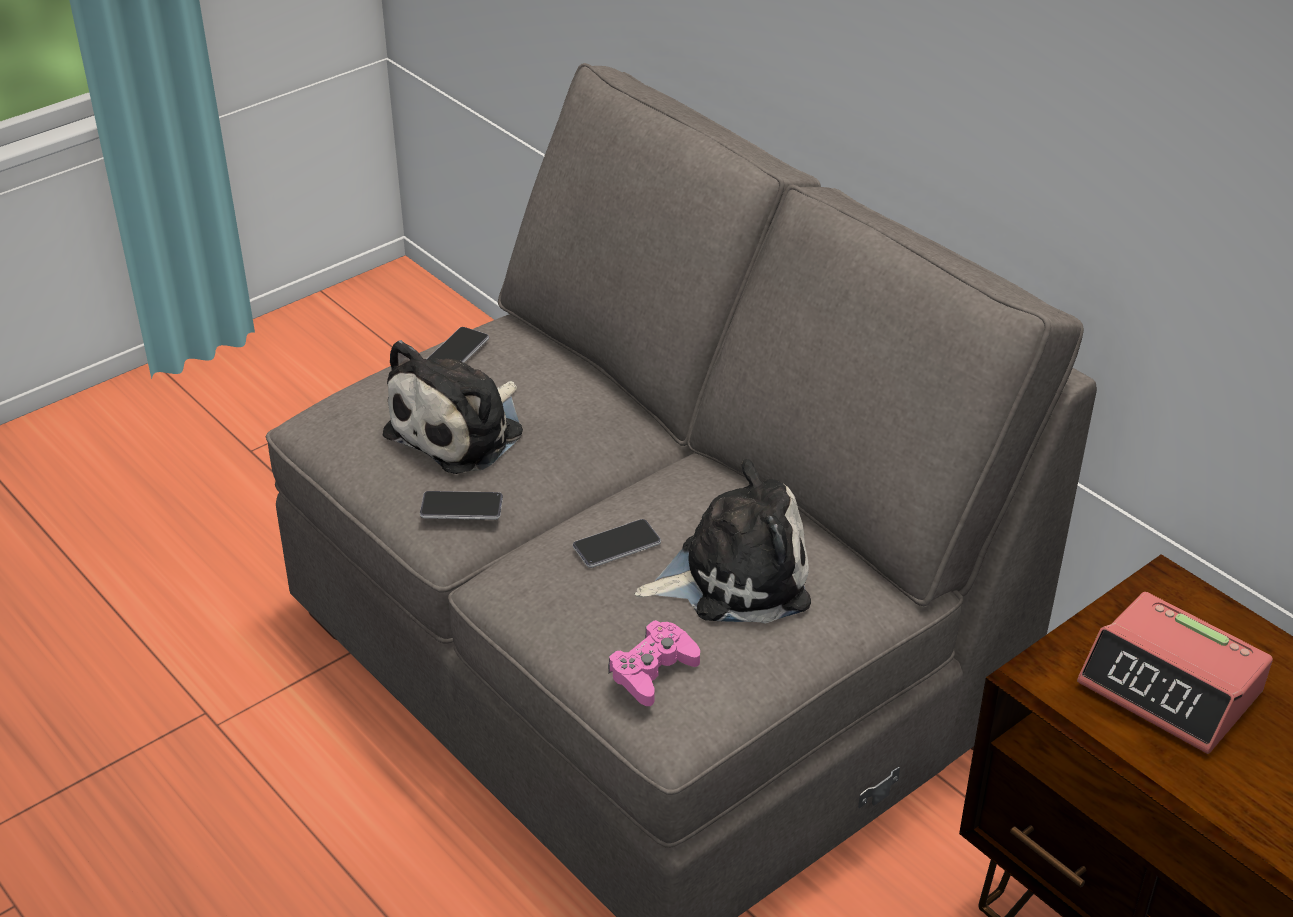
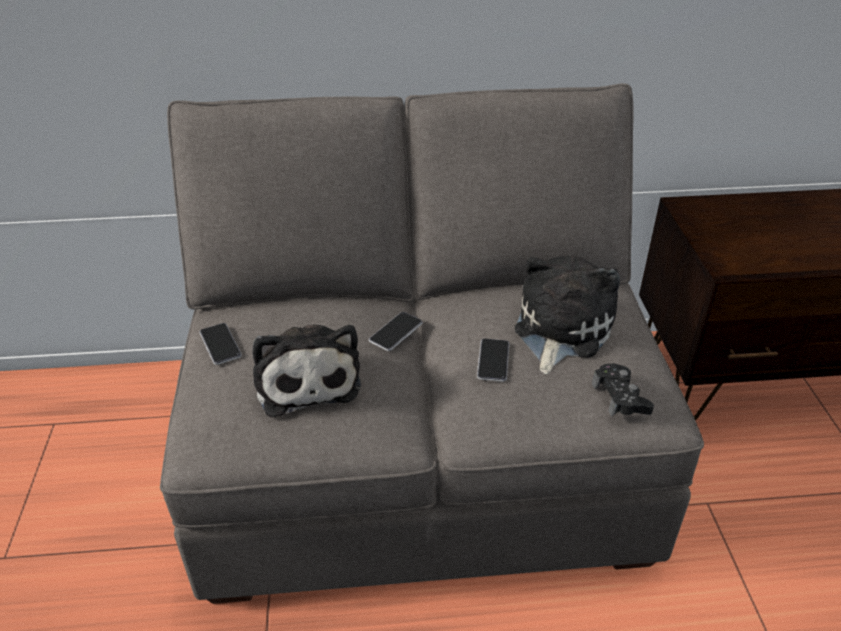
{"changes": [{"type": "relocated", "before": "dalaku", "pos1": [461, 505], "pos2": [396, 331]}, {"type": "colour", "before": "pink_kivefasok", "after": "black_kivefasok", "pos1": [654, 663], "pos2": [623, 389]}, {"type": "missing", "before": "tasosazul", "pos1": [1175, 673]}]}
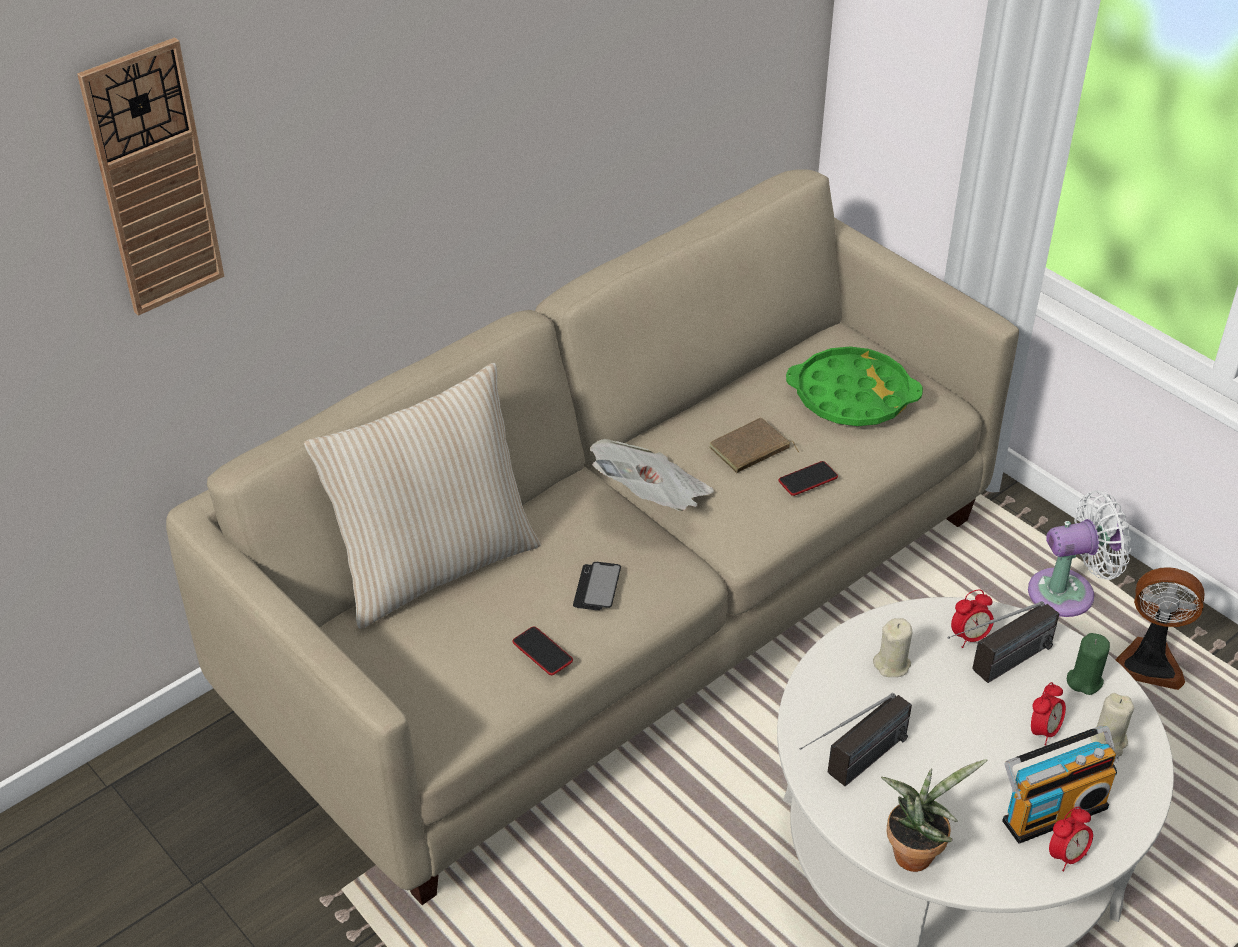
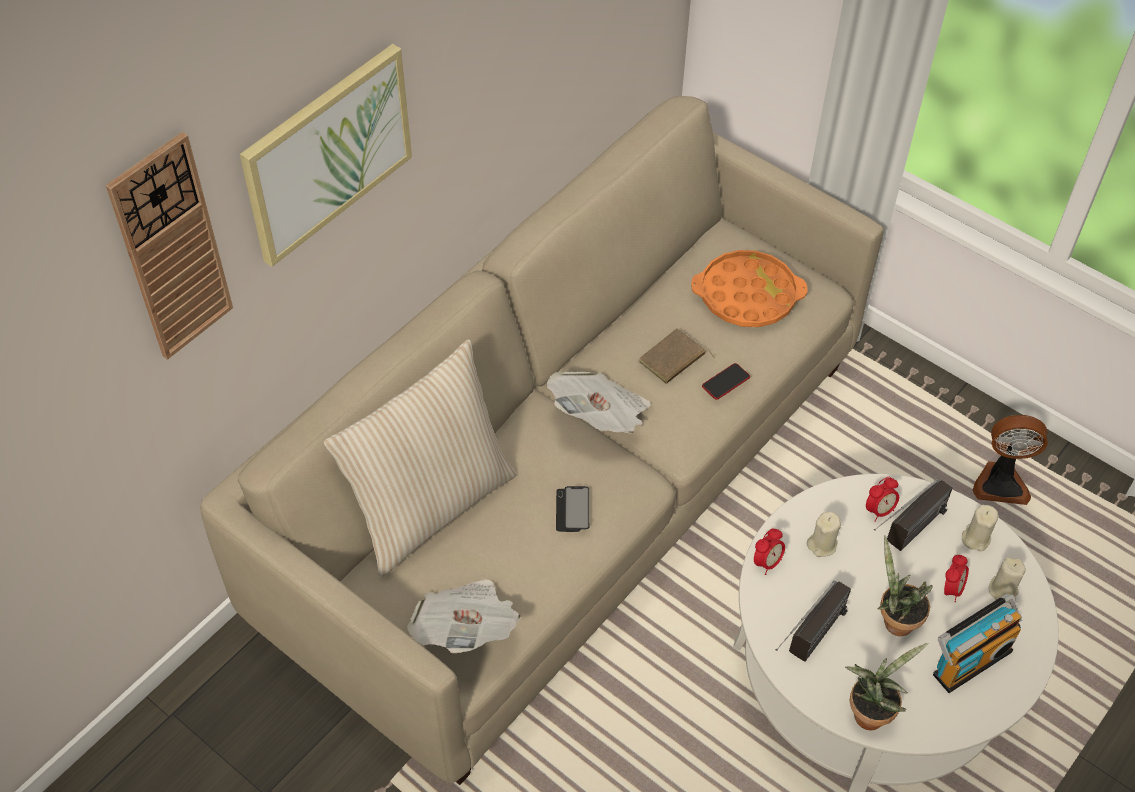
{"changes": [{"type": "missing", "before": "dalaku", "pos1": [542, 650]}, {"type": "colour", "before": "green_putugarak", "after": "orange_putugarak", "pos1": [854, 386], "pos2": [749, 288]}, {"type": "missing", "before": "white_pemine", "pos1": [1079, 553]}, {"type": "relocated", "before": "tasosazul", "pos1": [1071, 839], "pos2": [769, 551]}, {"type": "colour", "before": "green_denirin", "after": "beige_denirin", "pos1": [1088, 664], "pos2": [980, 528]}, {"type": "appeared", "after": "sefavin", "pos2": [326, 155]}, {"type": "appeared", "after": "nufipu", "pos2": [464, 616]}, {"type": "appeared", "after": "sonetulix", "pos2": [905, 585]}]}
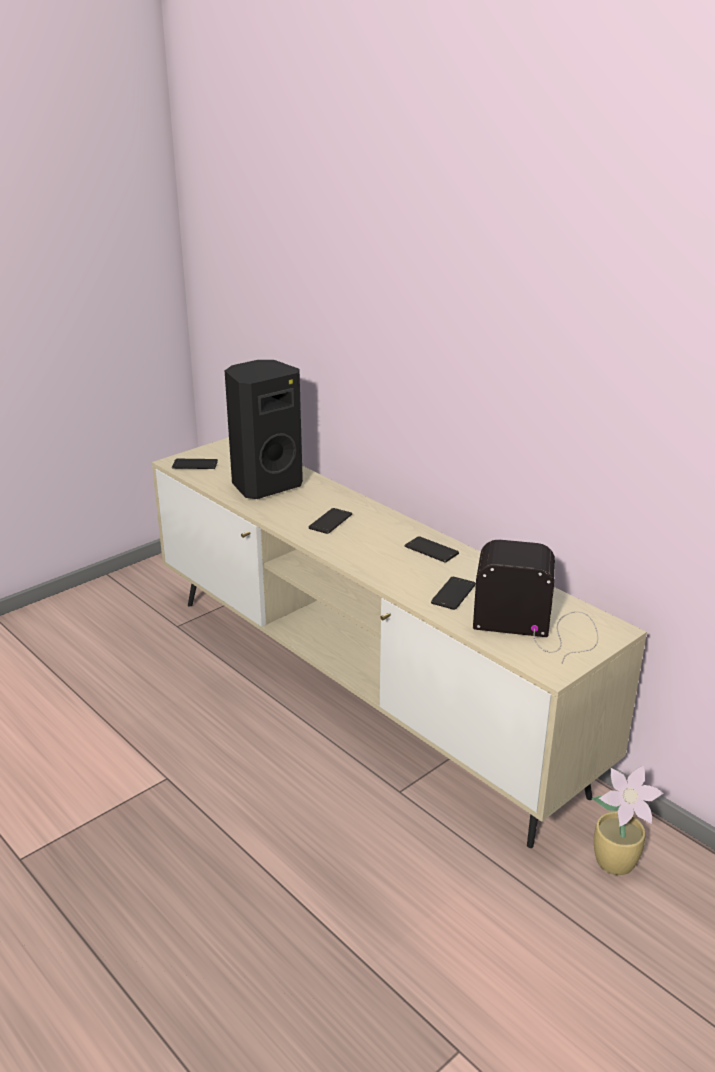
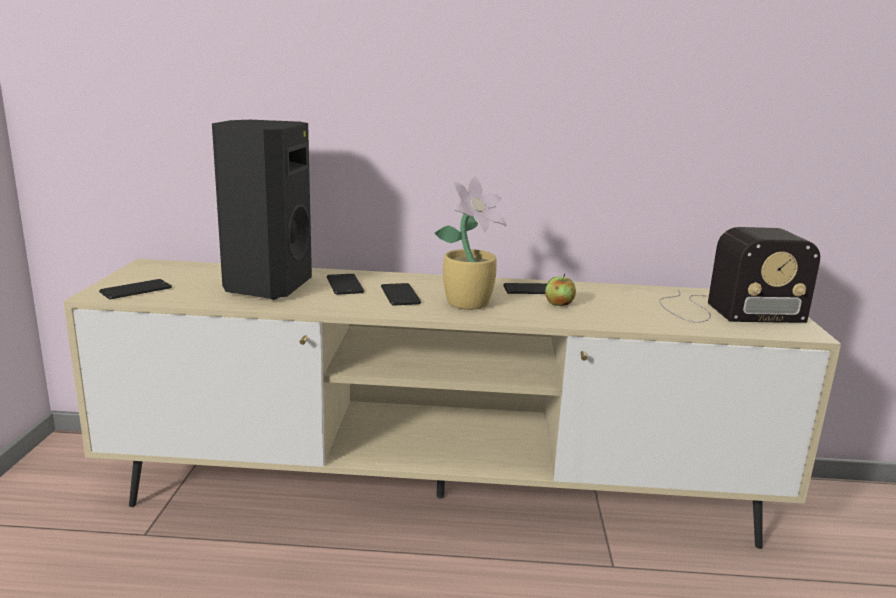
{"changes": [{"type": "relocated", "before": "dalaku", "pos1": [453, 593], "pos2": [345, 284]}, {"type": "spun", "before": "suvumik", "pos1": [535, 602], "pos2": [739, 275], "turn": -150}, {"type": "relocated", "before": "sonetulix", "pos1": [627, 820], "pos2": [470, 243]}, {"type": "appeared", "after": "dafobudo", "pos2": [560, 290]}]}
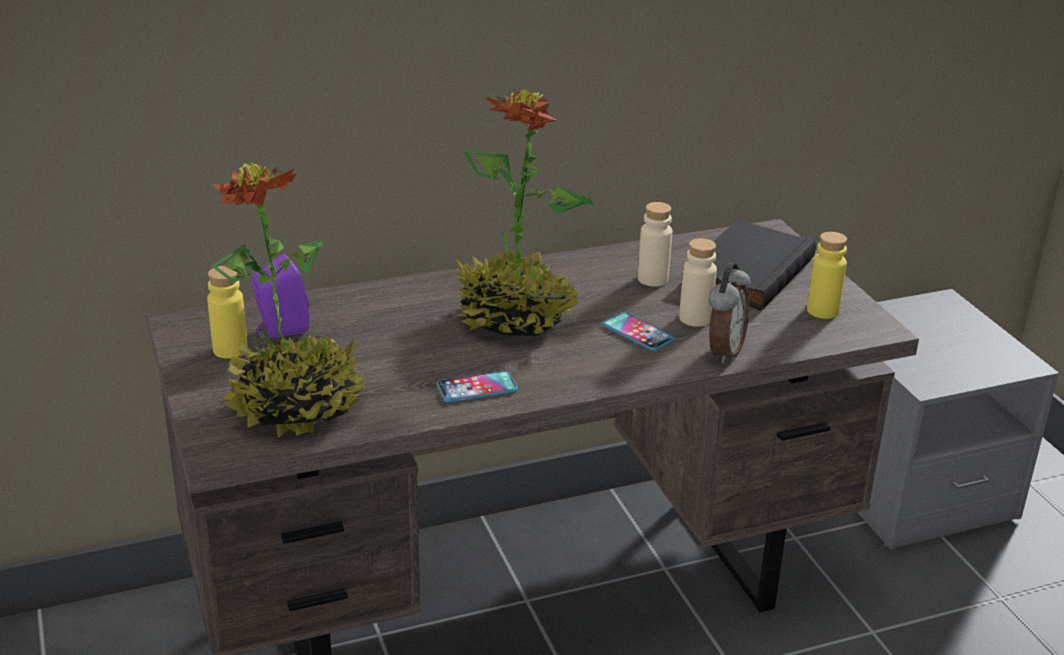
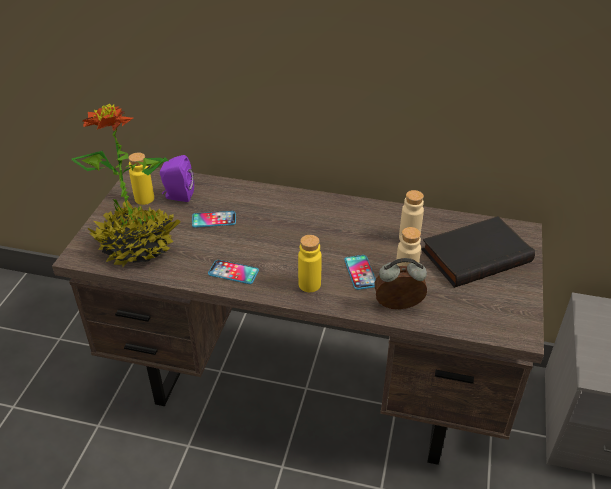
{"changes": [{"type": "missing", "before": "sonetulix", "pos1": [524, 212]}, {"type": "spun", "before": "tasosazul", "pos1": [729, 313], "pos2": [400, 283], "turn": -150}, {"type": "relocated", "before": "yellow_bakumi", "pos1": [827, 275], "pos2": [310, 263]}, {"type": "appeared", "after": "dalaku", "pos2": [214, 219]}]}
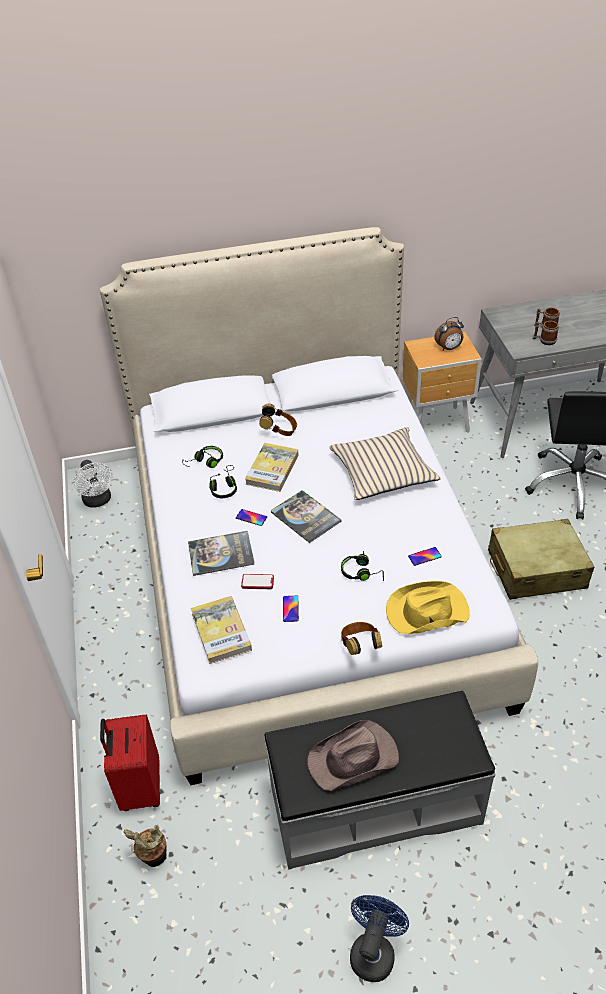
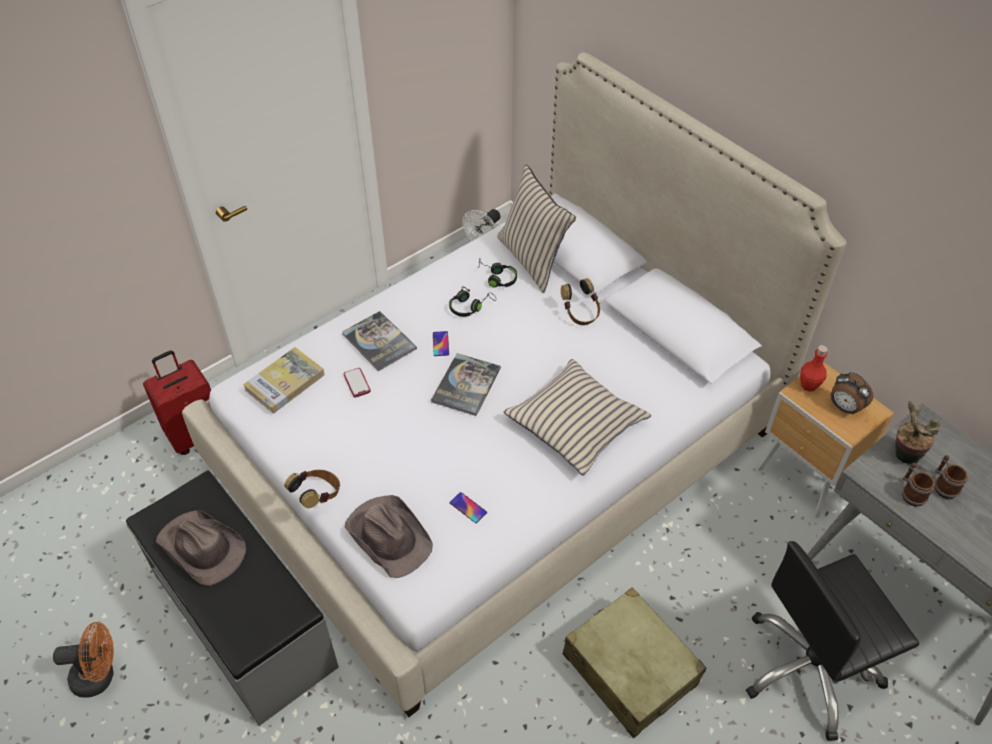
{"changes": [{"type": "relocated", "before": "sonetulix", "pos1": [145, 846], "pos2": [918, 432]}, {"type": "missing", "before": "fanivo", "pos1": [272, 467]}, {"type": "missing", "before": "dalaku", "pos1": [291, 609]}, {"type": "missing", "before": "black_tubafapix", "pos1": [362, 566]}, {"type": "colour", "before": "blue_pemine", "after": "orange_pemine", "pos1": [379, 938], "pos2": [83, 660]}, {"type": "colour", "before": "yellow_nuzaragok", "after": "brown_nuzaragok", "pos1": [428, 607], "pos2": [388, 536]}, {"type": "appeared", "after": "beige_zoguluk", "pos2": [536, 228]}, {"type": "appeared", "after": "red_bakumi", "pos2": [813, 368]}]}
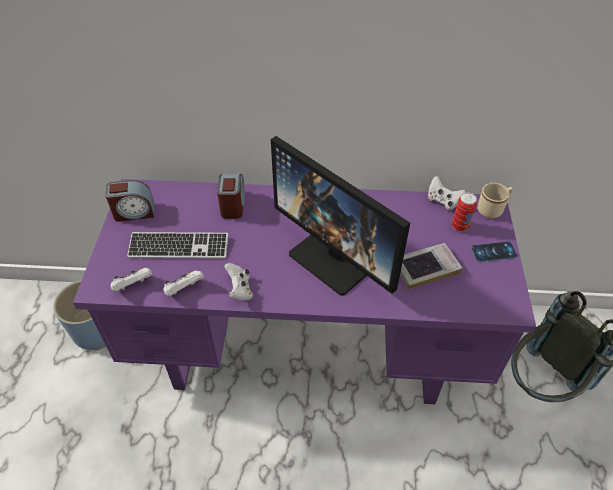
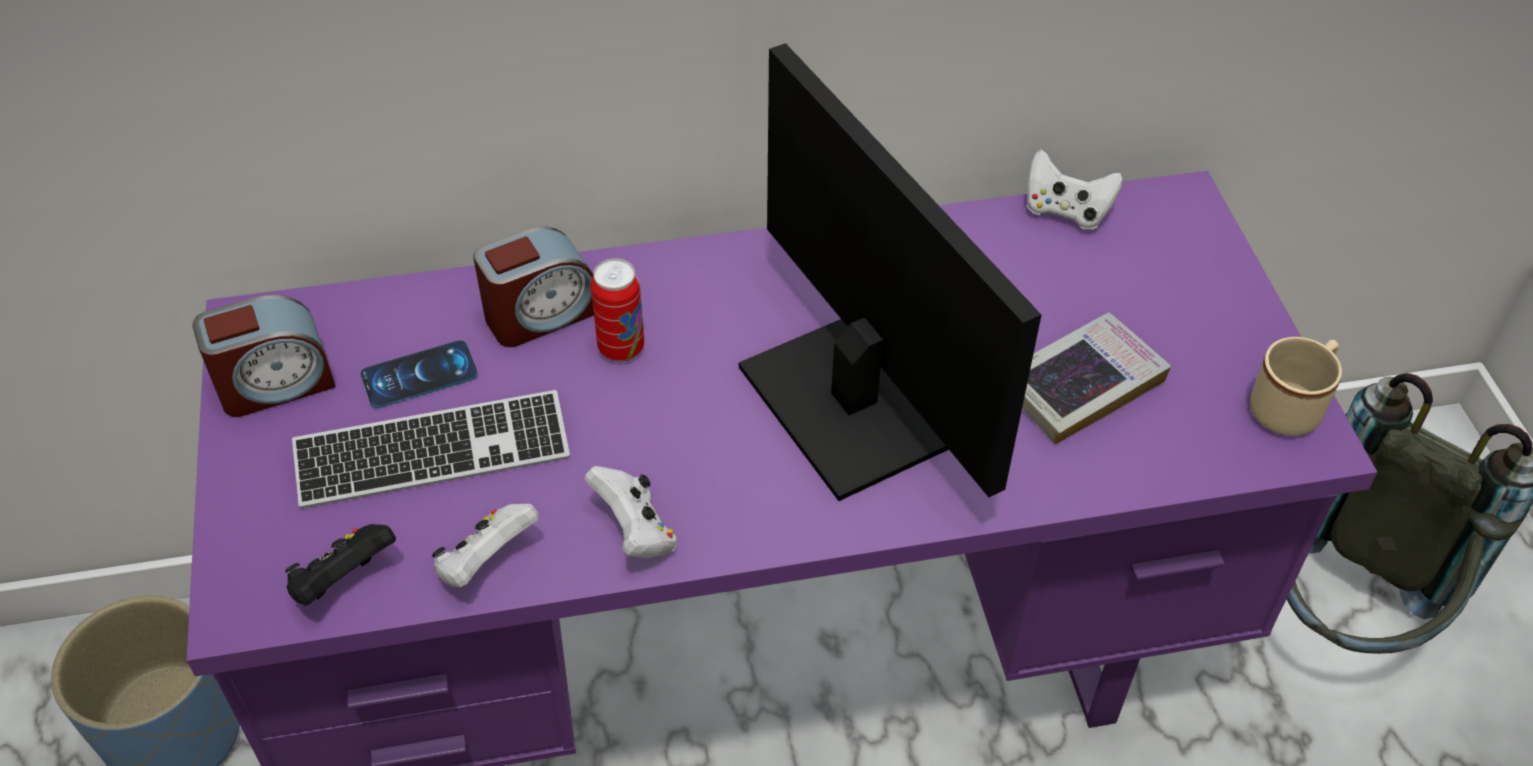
{"changes": [{"type": "colour", "before": "white_kivefasok", "after": "black_kivefasok", "pos1": [131, 280], "pos2": [340, 565]}, {"type": "spun", "before": "tasosazul", "pos1": [231, 196], "pos2": [533, 287], "turn": 75}, {"type": "spun", "before": "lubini", "pos1": [340, 216], "pos2": [890, 272], "turn": -150}, {"type": "relocated", "before": "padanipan", "pos1": [464, 212], "pos2": [617, 310]}, {"type": "relocated", "before": "dalaku", "pos1": [494, 251], "pos2": [419, 374]}, {"type": "relocated", "before": "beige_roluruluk", "pos1": [495, 200], "pos2": [1296, 386]}]}
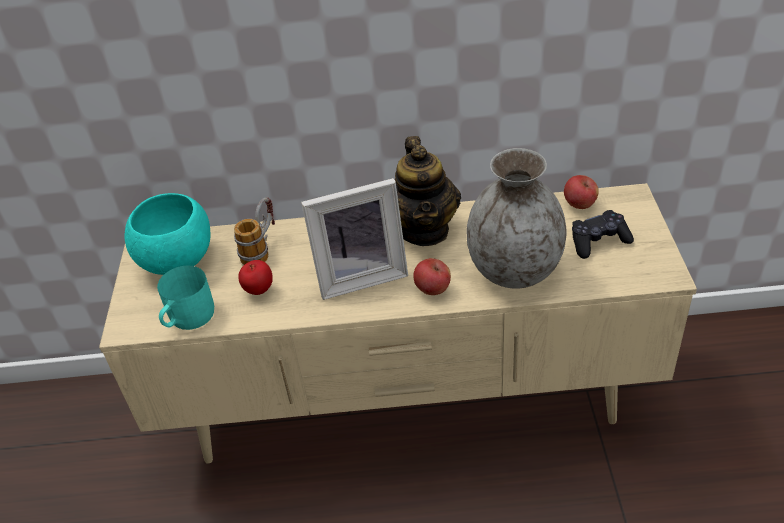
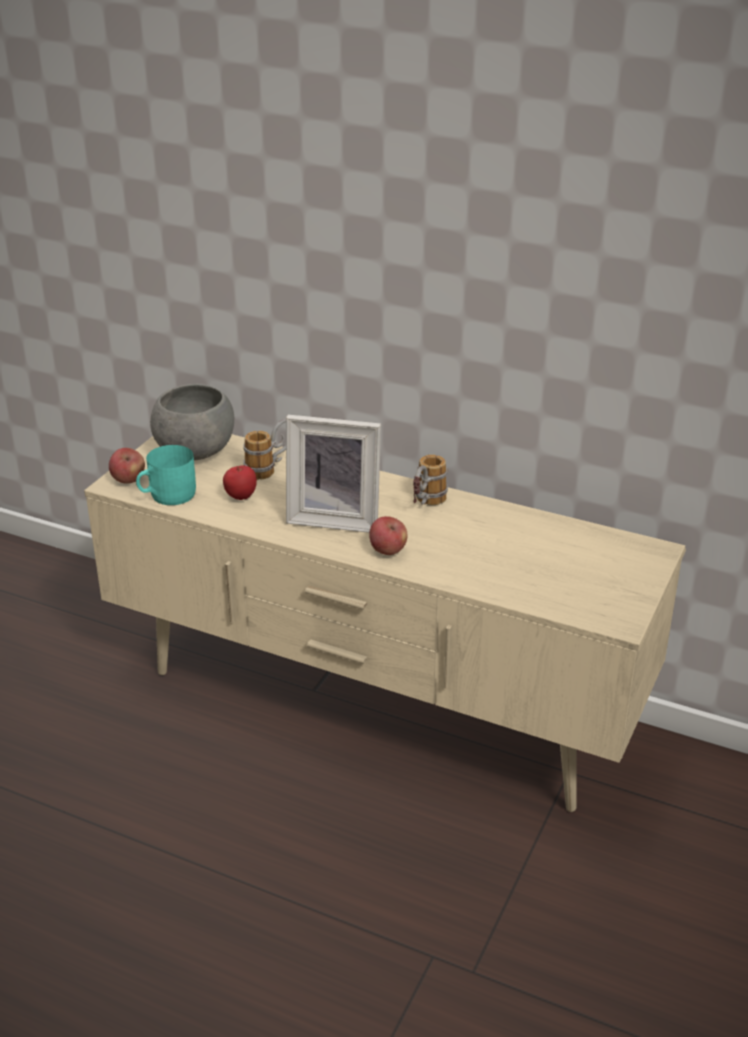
{"changes": [{"type": "colour", "before": "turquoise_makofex", "after": "grey_makofex", "pos1": [167, 234], "pos2": [192, 422]}, {"type": "exchanged", "before": "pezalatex", "after": "roluruluk", "pos1": [428, 191], "pos2": [430, 480]}, {"type": "missing", "before": "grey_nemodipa", "pos1": [517, 218]}, {"type": "relocated", "before": "dafobudo", "pos1": [581, 192], "pos2": [127, 466]}, {"type": "missing", "before": "black_kivefasok", "pos1": [603, 234]}]}
